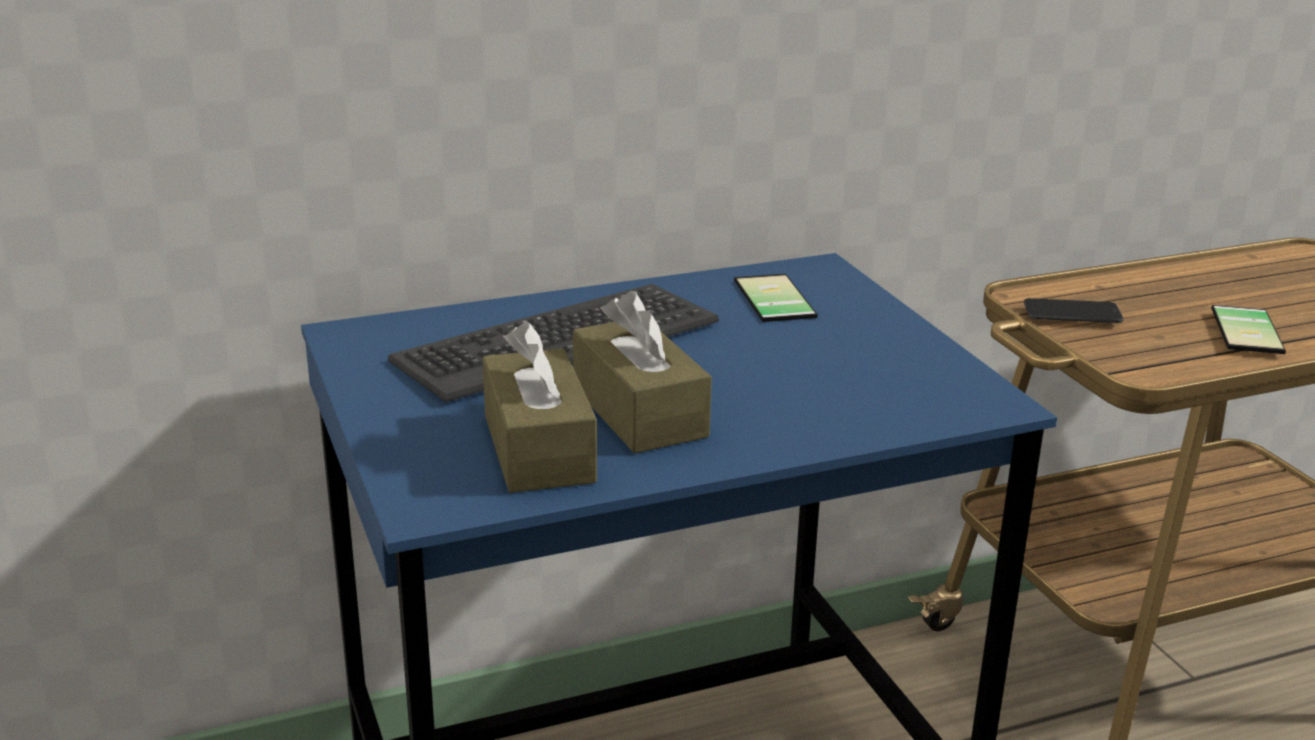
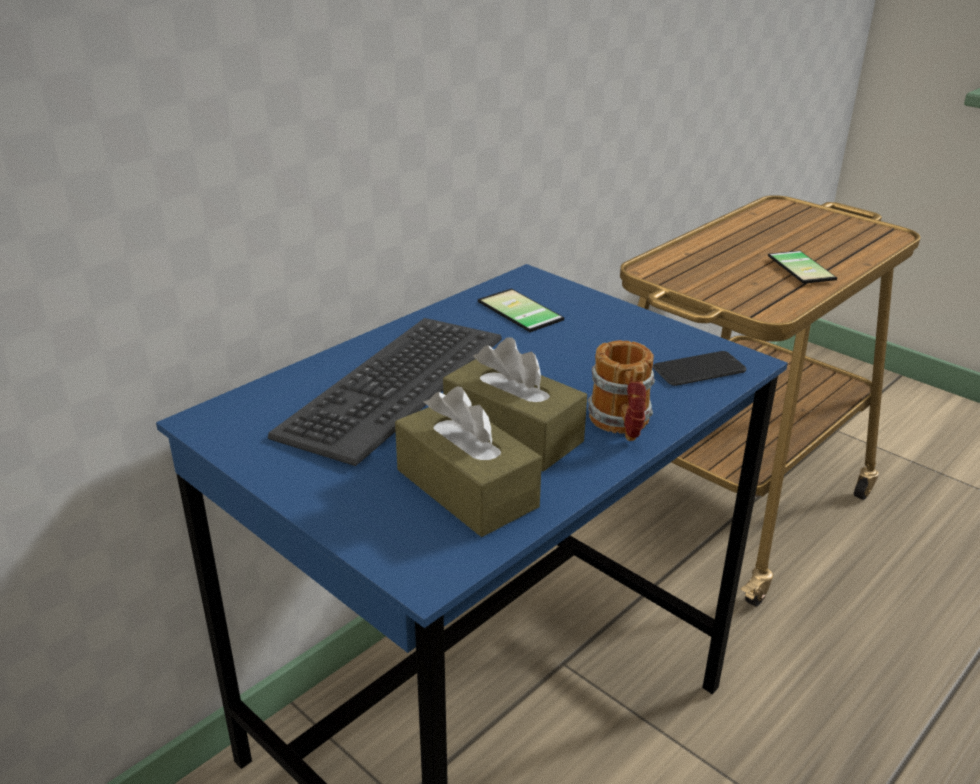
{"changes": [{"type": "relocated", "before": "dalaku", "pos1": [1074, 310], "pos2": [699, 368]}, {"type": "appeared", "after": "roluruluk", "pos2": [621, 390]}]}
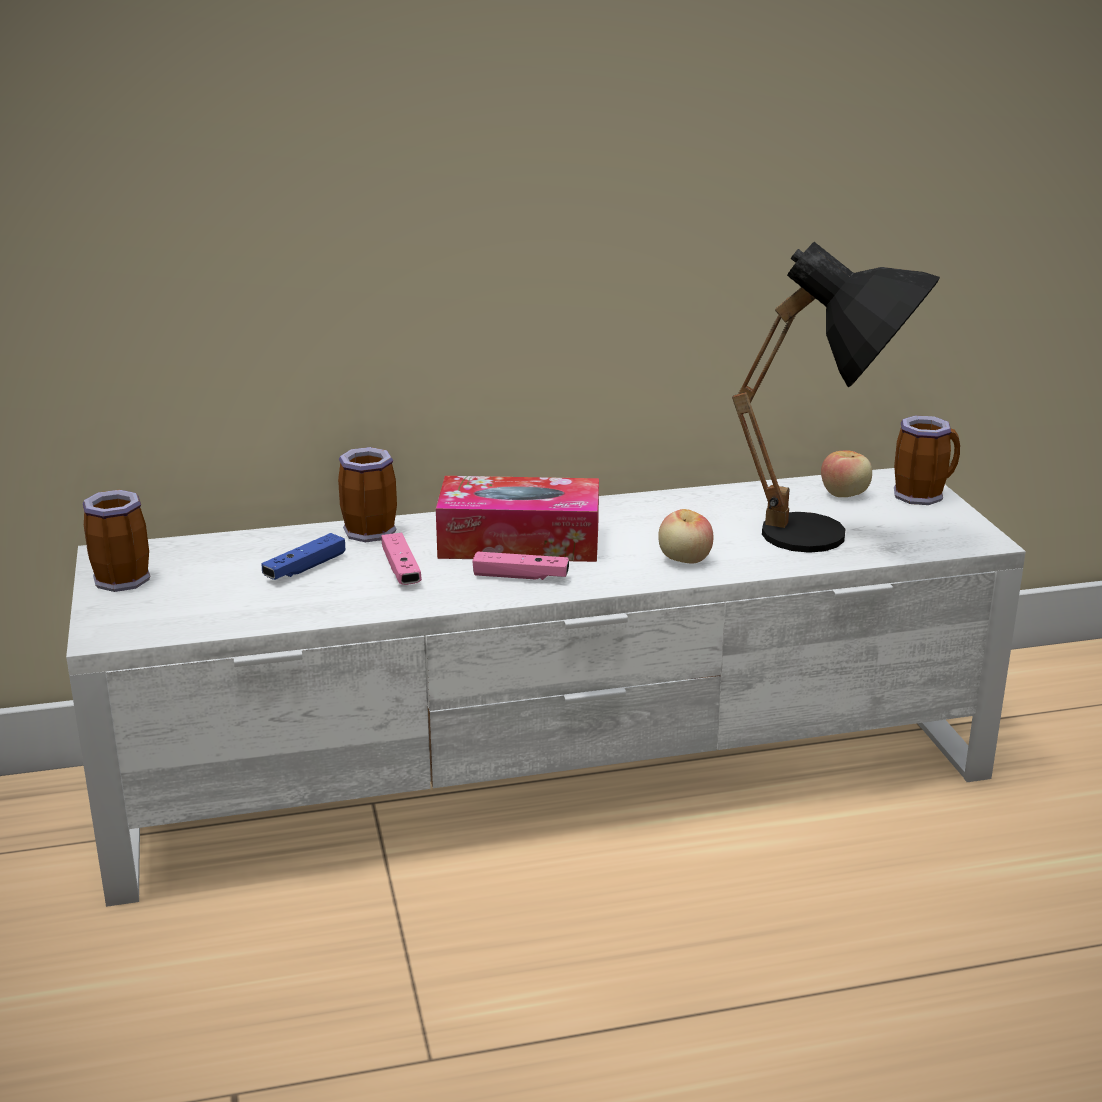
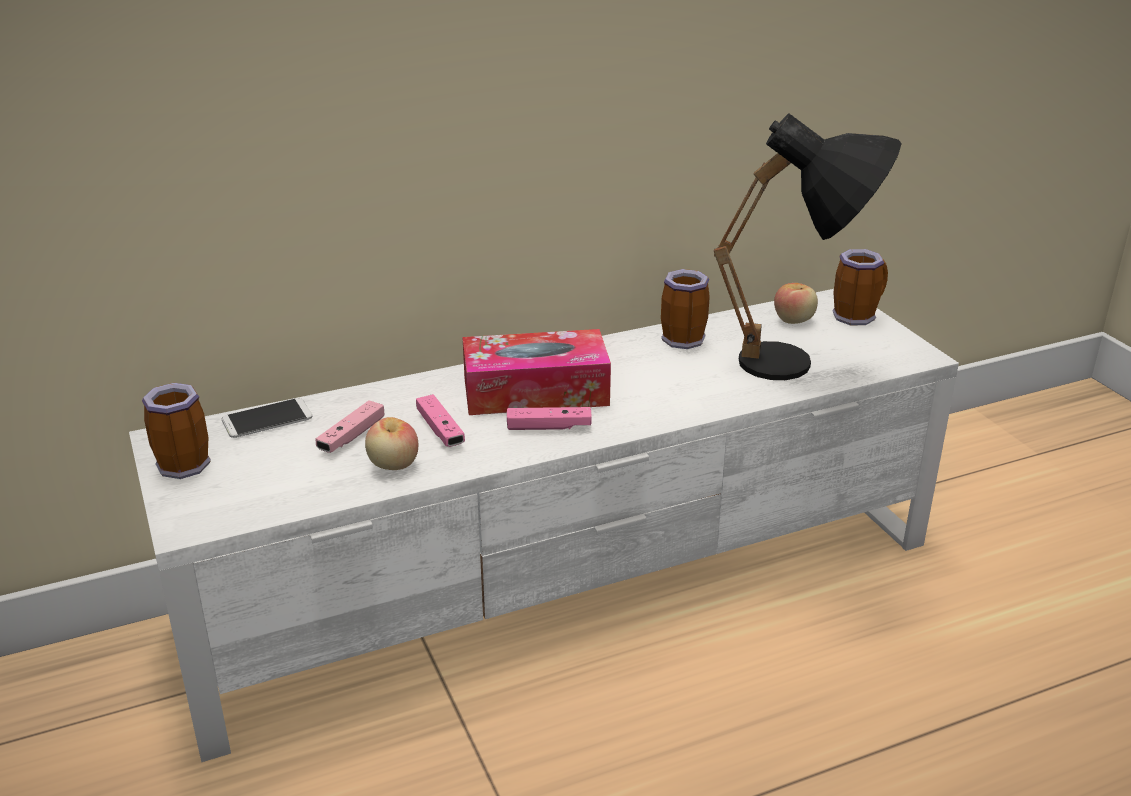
{"changes": [{"type": "colour", "before": "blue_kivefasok", "after": "pink_kivefasok", "pos1": [303, 556], "pos2": [349, 426]}, {"type": "relocated", "before": "roluruluk", "pos1": [367, 495], "pos2": [685, 309]}, {"type": "relocated", "before": "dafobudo", "pos1": [685, 536], "pos2": [391, 443]}, {"type": "appeared", "after": "dalaku", "pos2": [267, 418]}]}
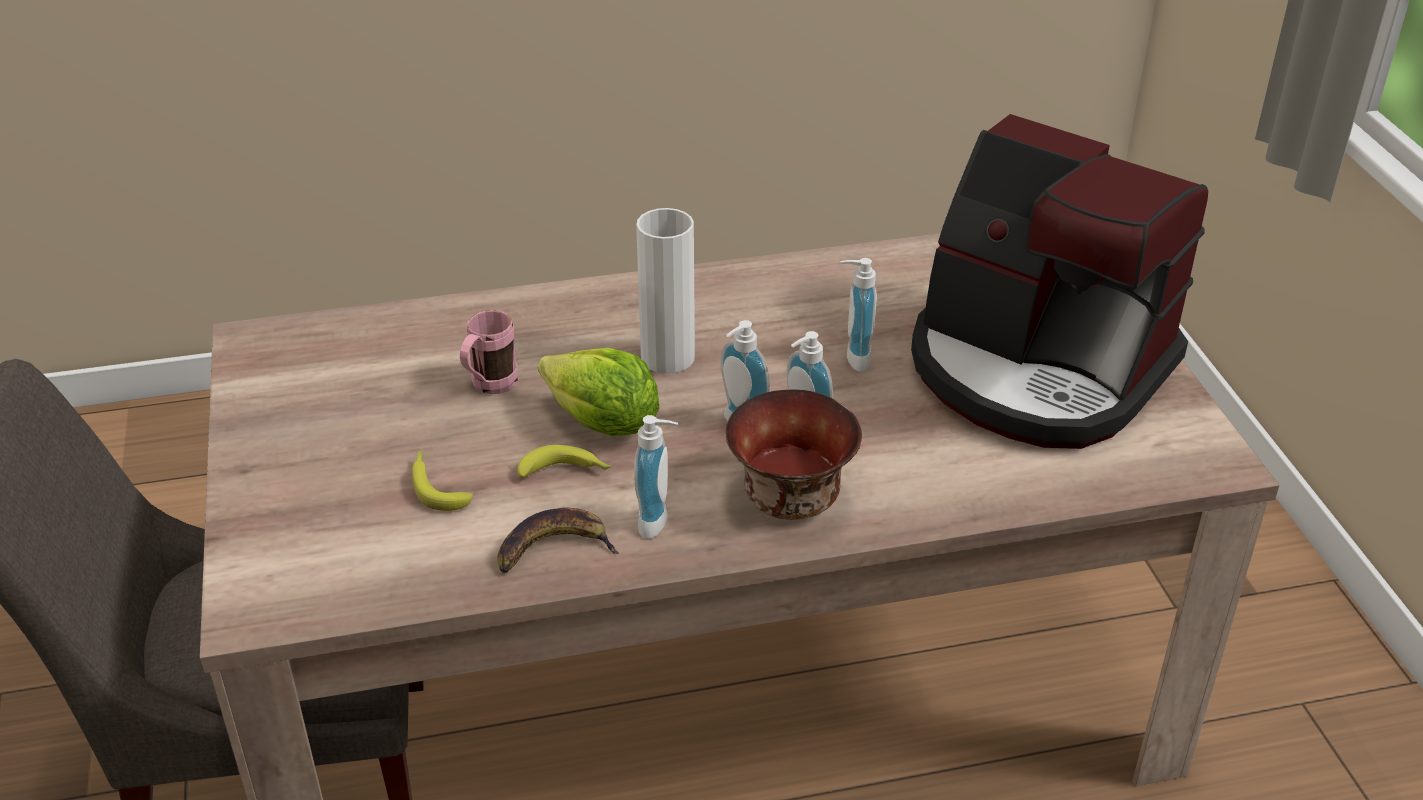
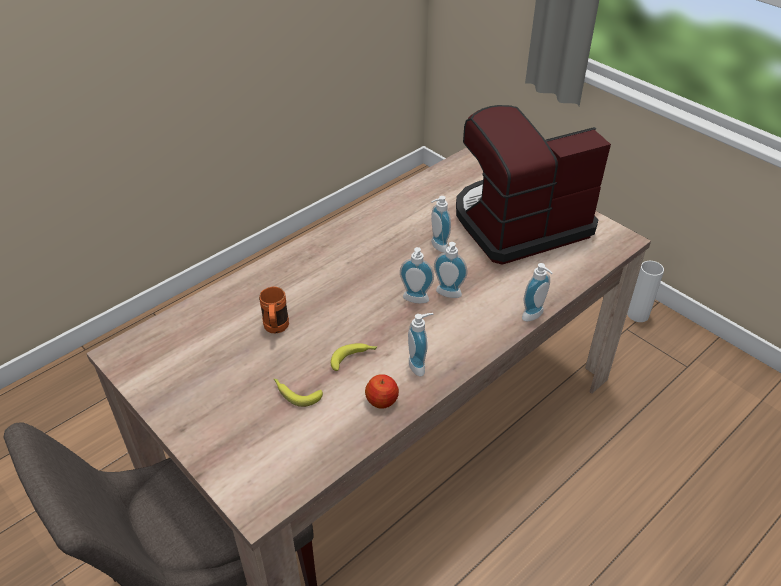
{"changes": [{"type": "colour", "before": "pink_roluruluk", "after": "orange_roluruluk", "pos1": [489, 352], "pos2": [274, 310]}, {"type": "exchanged", "before": "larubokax", "after": "dafobudo", "pos1": [558, 540], "pos2": [382, 391]}, {"type": "missing", "before": "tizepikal", "pos1": [598, 392]}, {"type": "relocated", "before": "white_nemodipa", "pos1": [665, 291], "pos2": [645, 291]}, {"type": "missing", "before": "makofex", "pos1": [794, 454]}, {"type": "spun", "before": "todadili", "pos1": [1059, 281], "pos2": [533, 185], "turn": 150}, {"type": "appeared", "after": "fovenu", "pos2": [537, 292]}]}
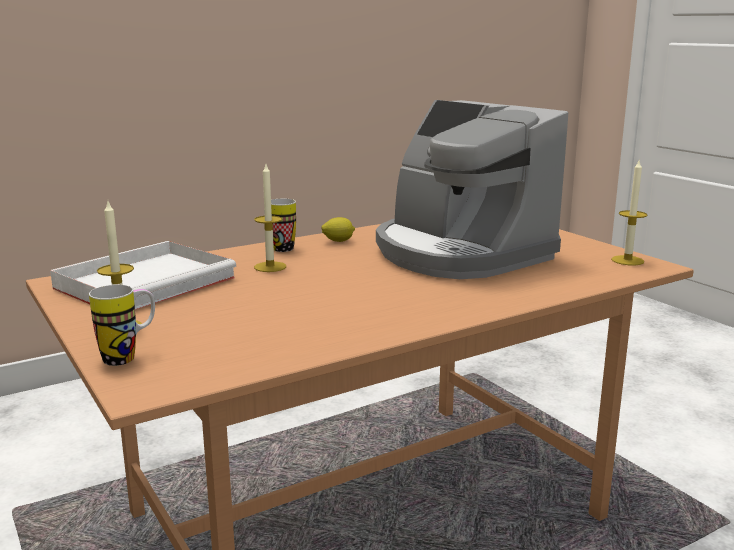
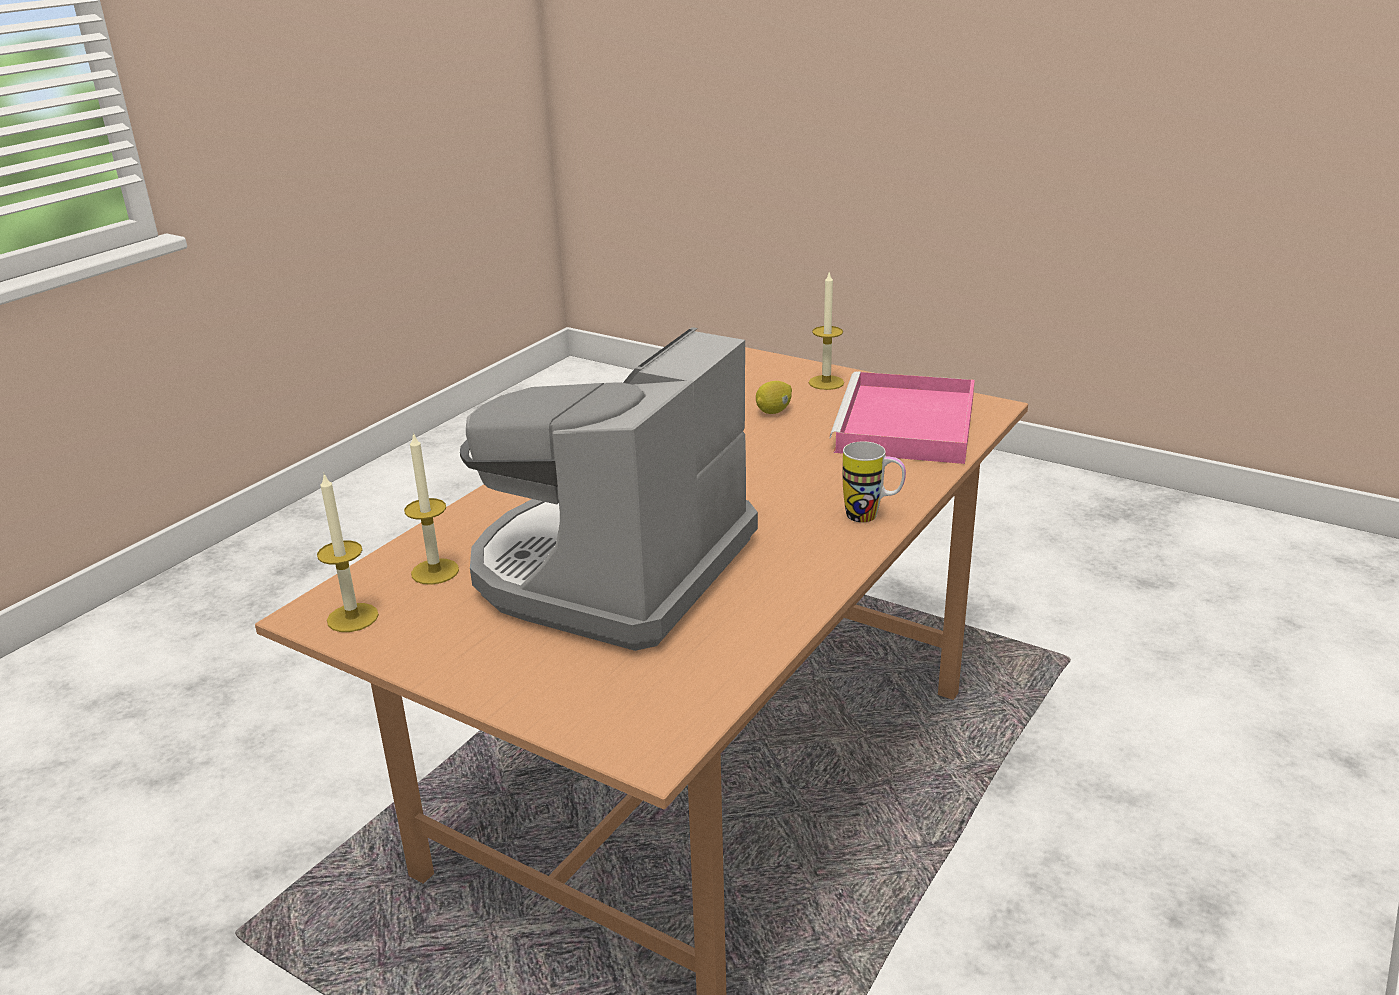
{"changes": [{"type": "colour", "before": "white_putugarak", "after": "pink_putugarak", "pos1": [143, 275], "pos2": [902, 417]}, {"type": "missing", "before": "roluruluk", "pos1": [122, 325]}, {"type": "relocated", "before": "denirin", "pos1": [270, 218], "pos2": [431, 508]}, {"type": "relocated", "before": "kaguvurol", "pos1": [338, 229], "pos2": [774, 397]}, {"type": "spun", "before": "todadili", "pos1": [472, 189], "pos2": [609, 489], "turn": -90}]}
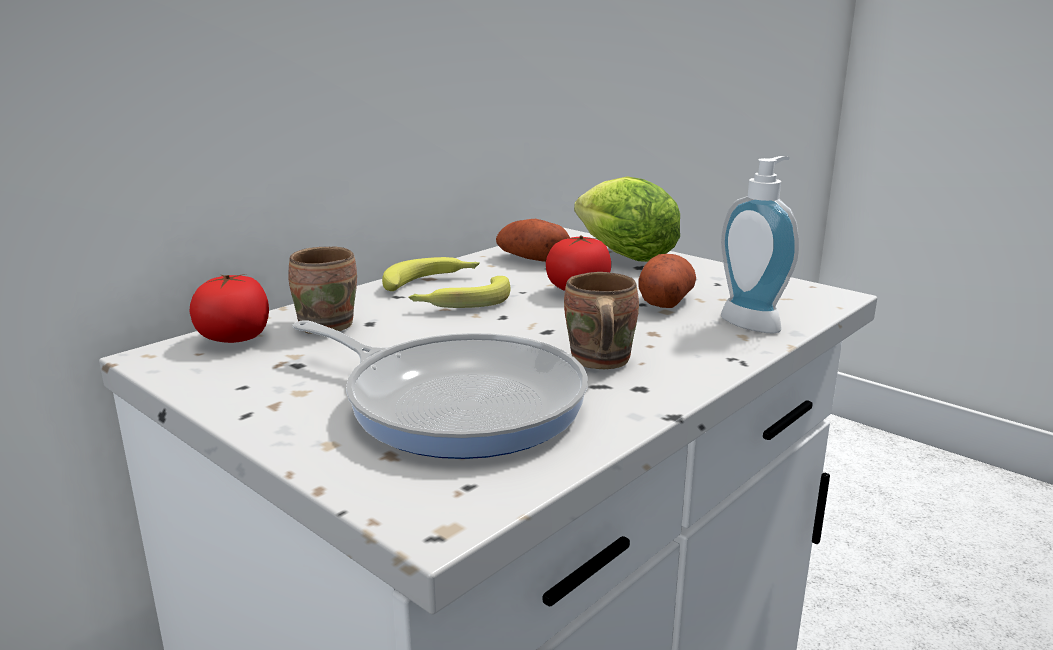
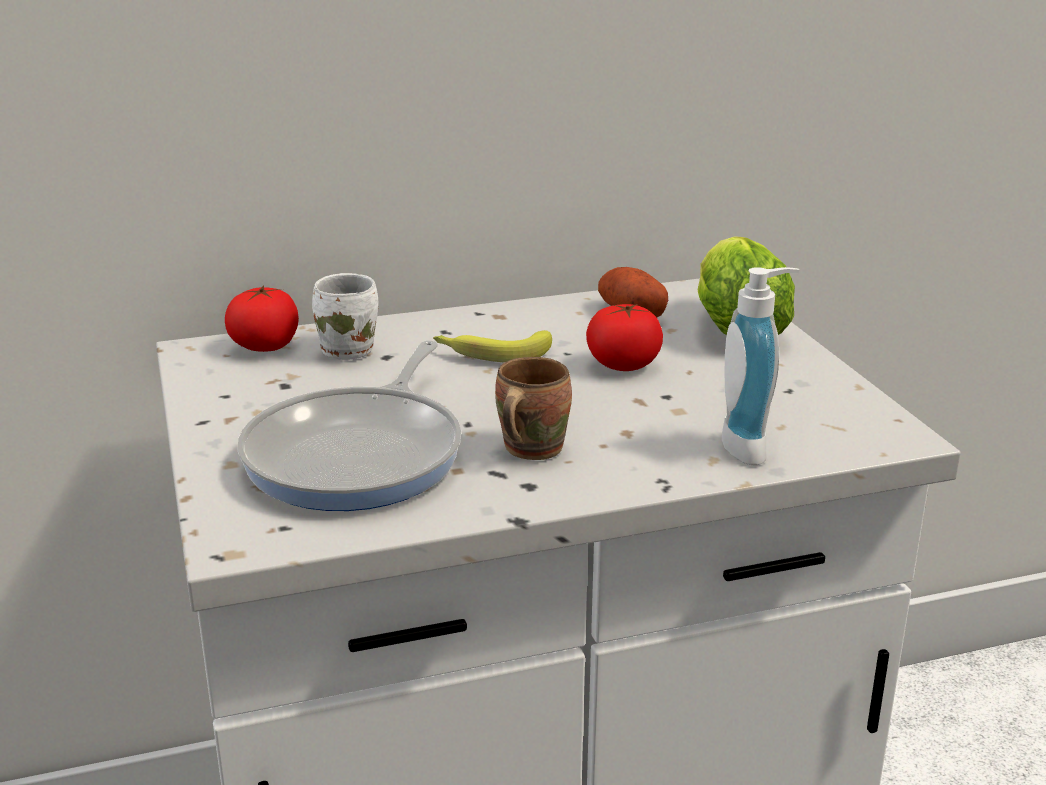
{"changes": [{"type": "colour", "before": "brown_roluruluk", "after": "white_roluruluk", "pos1": [322, 290], "pos2": [345, 316]}, {"type": "spun", "before": "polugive", "pos1": [440, 389], "pos2": [349, 426], "turn": 45}, {"type": "missing", "before": "larubokax", "pos1": [431, 274]}, {"type": "missing", "before": "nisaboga", "pos1": [667, 281]}]}
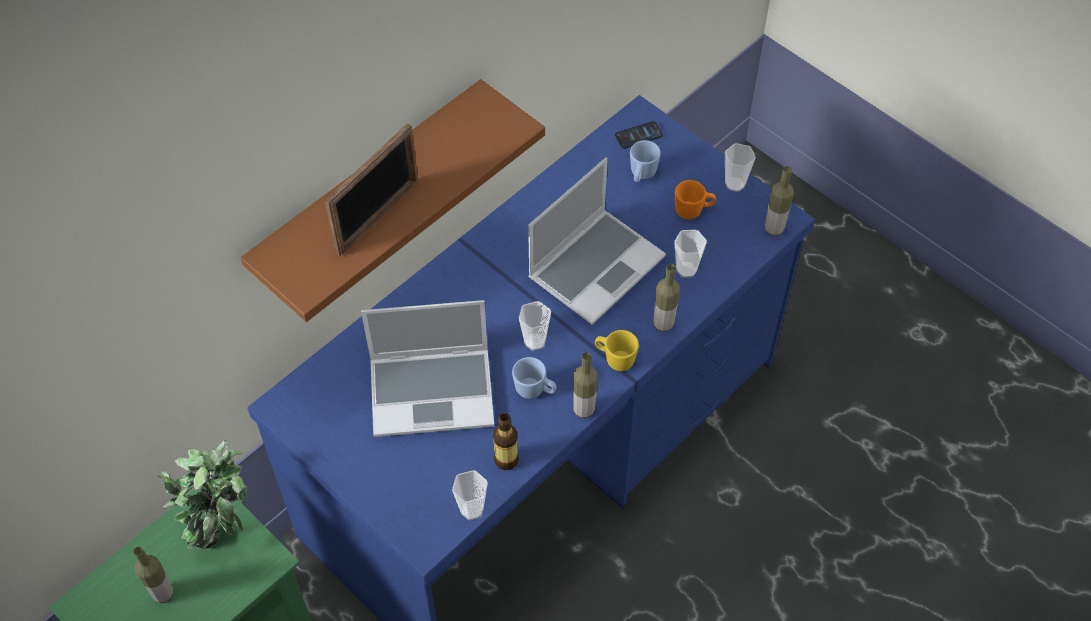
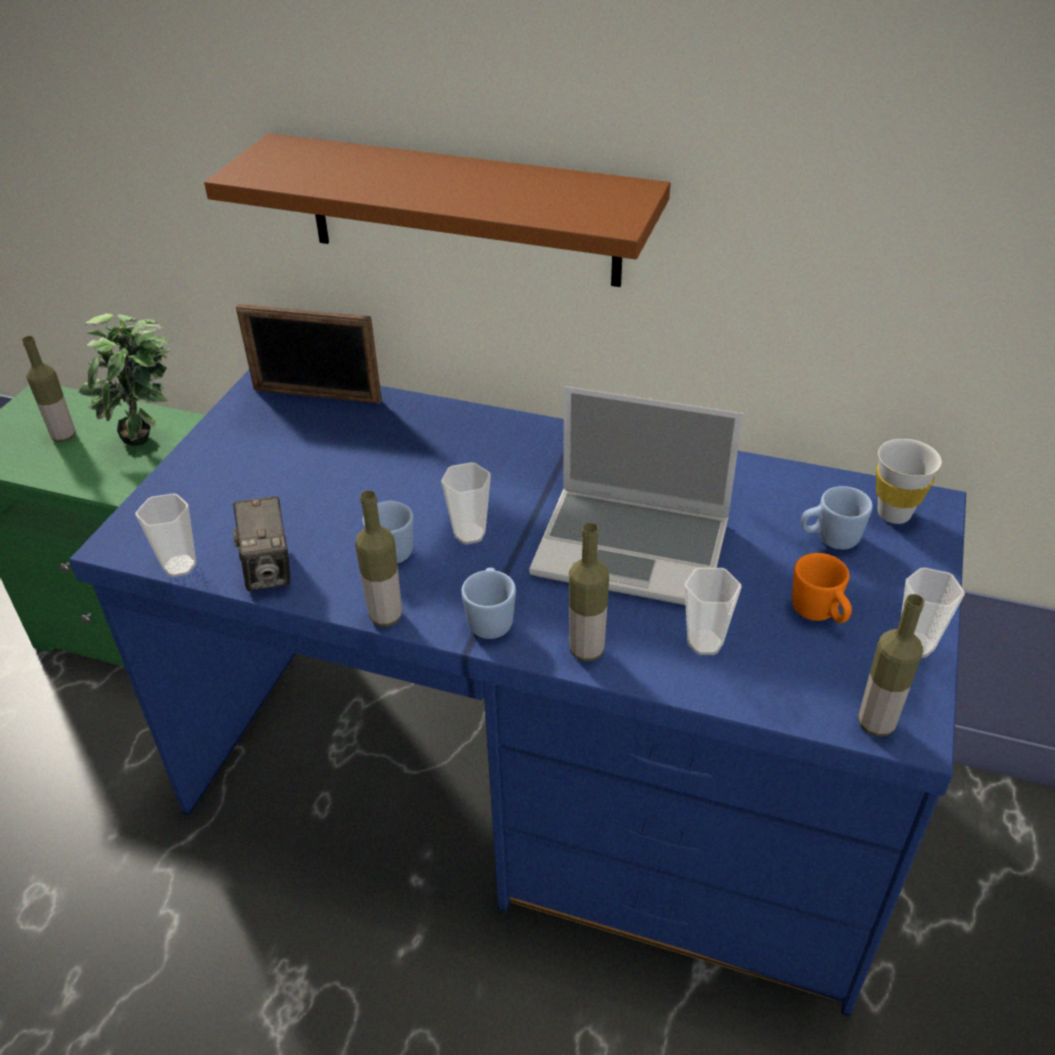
{"changes": [{"type": "relocated", "before": "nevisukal", "pos1": [371, 189], "pos2": [309, 353]}, {"type": "missing", "before": "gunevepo", "pos1": [427, 368]}, {"type": "exchanged", "before": "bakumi", "after": "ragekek", "pos1": [506, 441], "pos2": [261, 543]}, {"type": "colour", "before": "yellow_roluruluk", "after": "blue_roluruluk", "pos1": [617, 350], "pos2": [488, 603]}, {"type": "exchanged", "before": "dalaku", "after": "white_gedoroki", "pos1": [639, 135], "pos2": [909, 481]}]}
